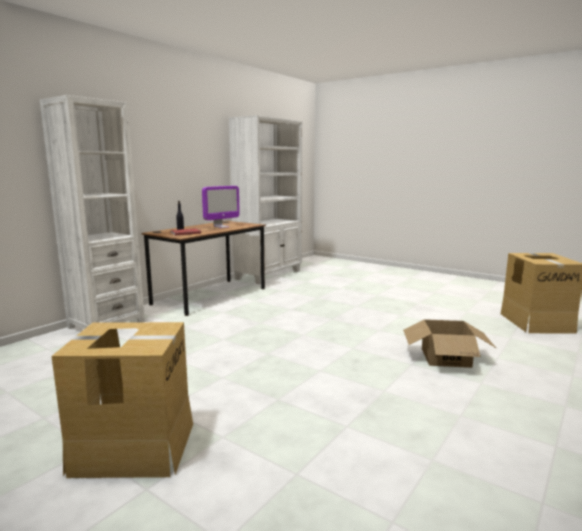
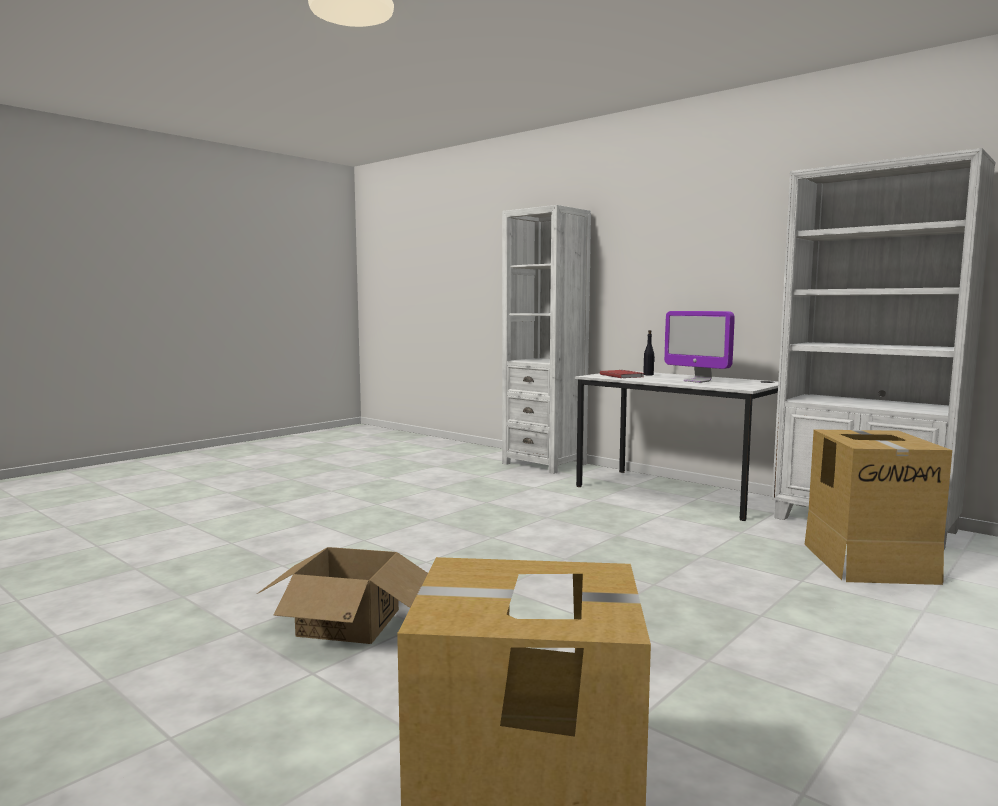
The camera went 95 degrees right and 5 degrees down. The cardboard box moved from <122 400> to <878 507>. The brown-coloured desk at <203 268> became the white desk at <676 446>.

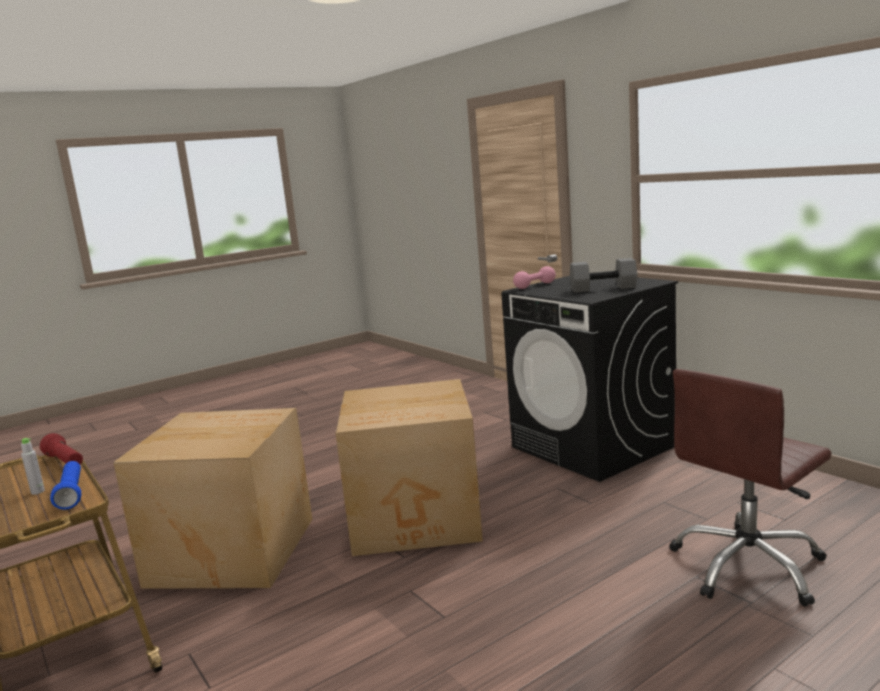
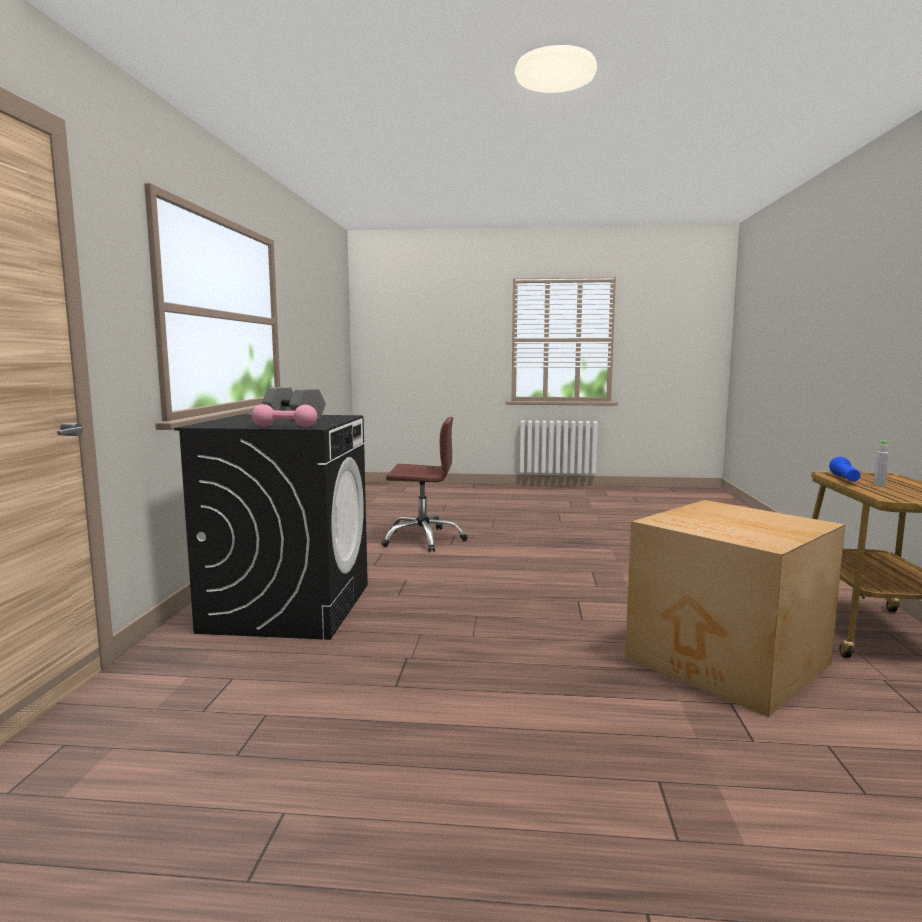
The camera went 140 degrees left and 5 degrees down. The red flashlight at <61 448> disappeared. The cardboard box at <409 467> disappeared.

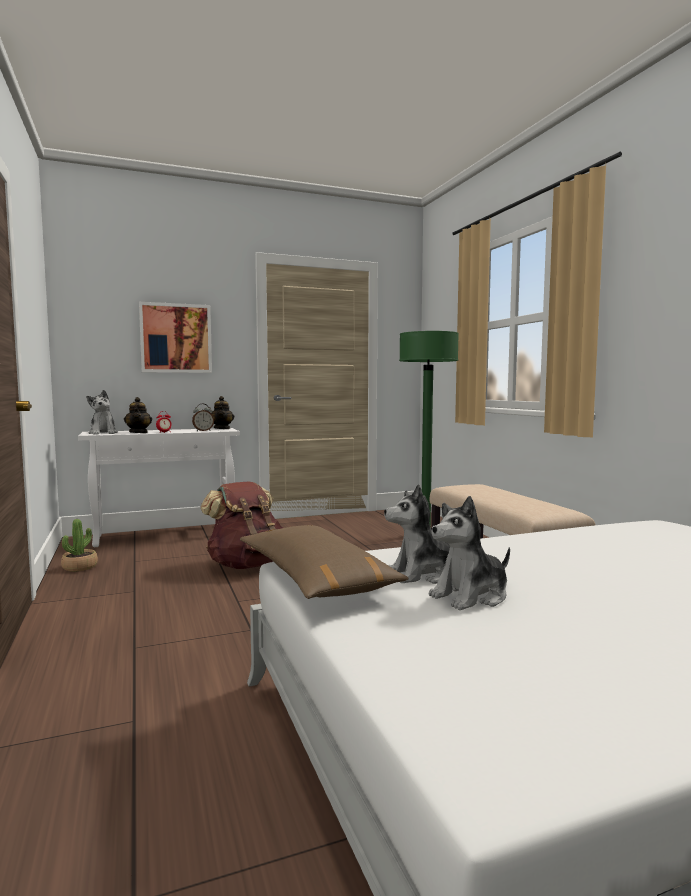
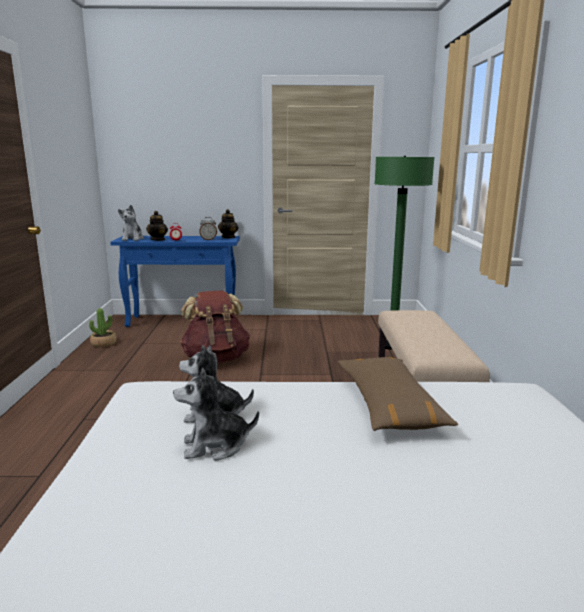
The camera went 20 degrees right and 10 degrees up. The white narrow table at <159 487> became the bluish narrow table at <175 281>. The wall picture at <175 337> disappeared. The brown-coloured throw pillow moved from <324 562> to <398 394>.

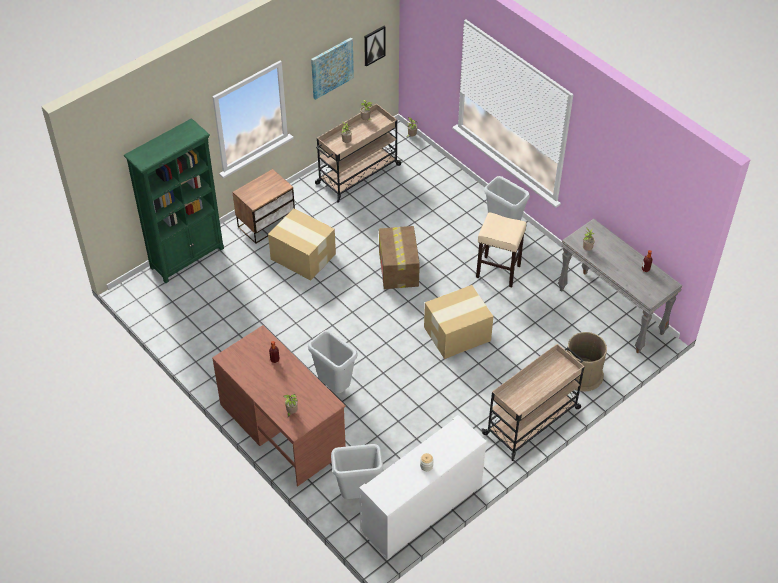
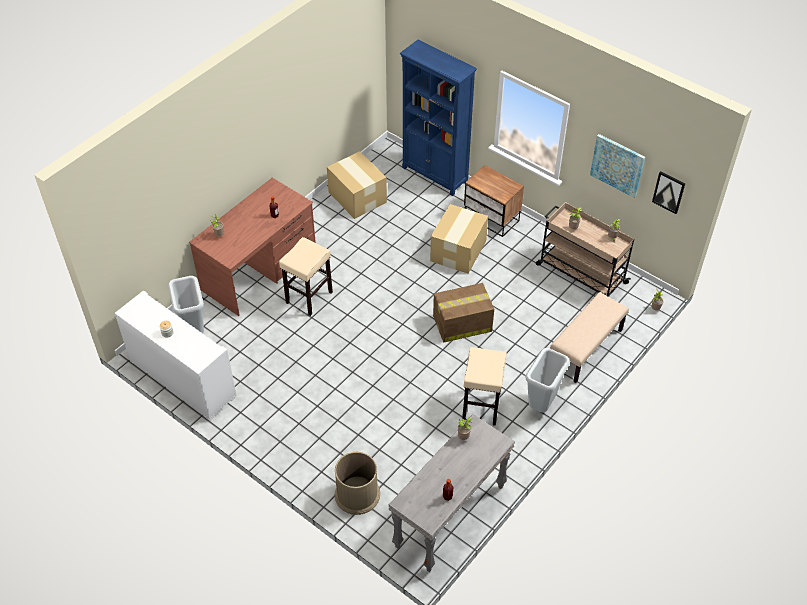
The camera went 80 degrees right and 0 degrees up. The greenish shelving unit at <174 200> became the bluish shelving unit at <438 118>. The gray trash can at <333 361> was replaced by the beige sitting stool at <306 276>. The cardboard box moved from <459 322> to <357 185>. The beige wheeled cart at <533 402> disappeared. The beige long seat at <589 337> appeared.

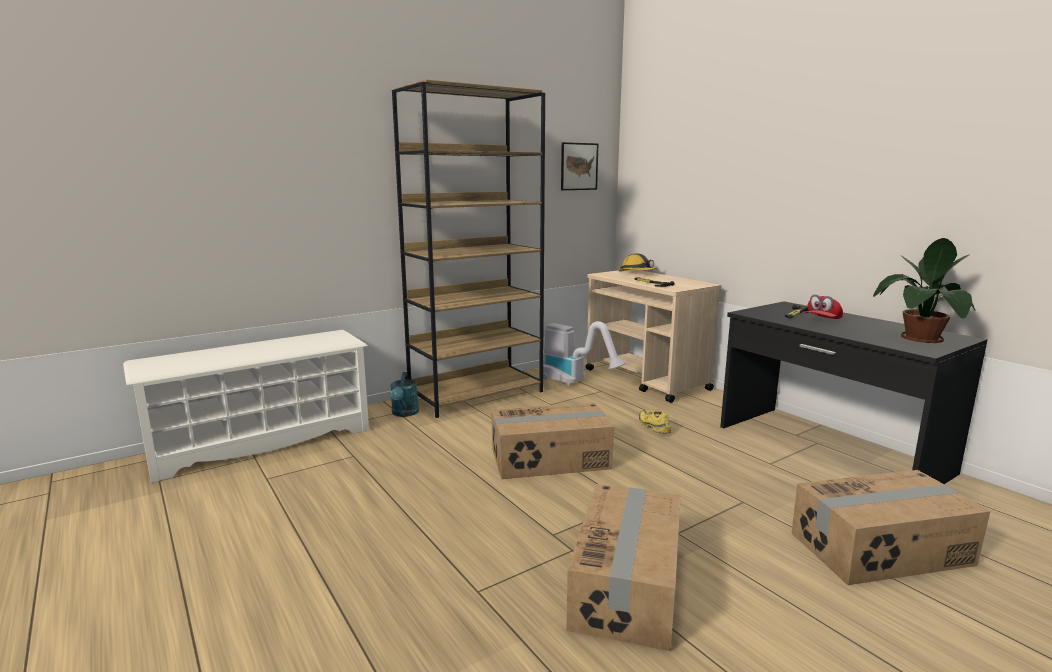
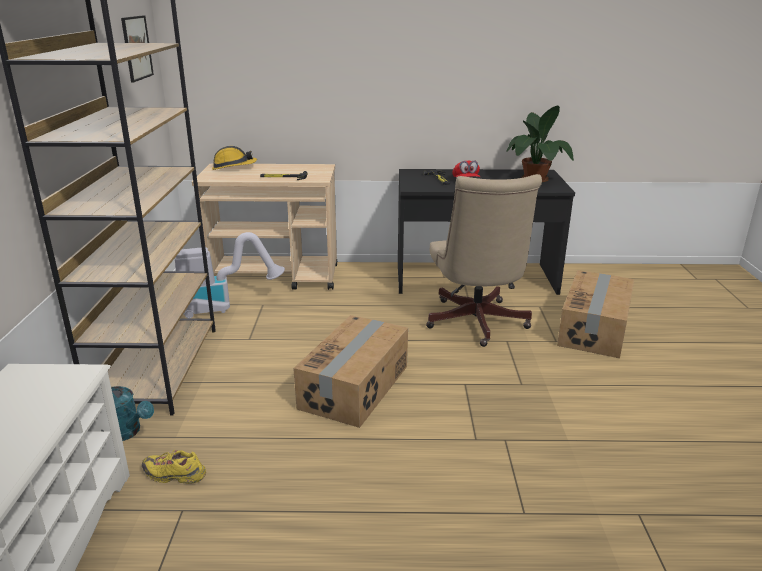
The camera went 55 degrees left and 10 degrees up. The cardboard box at <623 567> disappeared. The yellowish low shoe moved from <655 421> to <174 467>. The beige desk chair at <484 260> appeared.

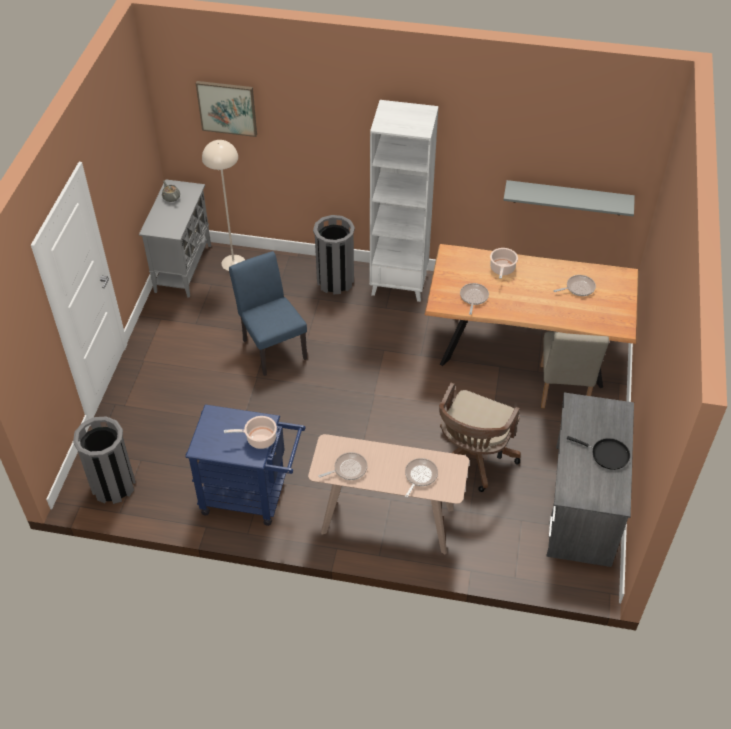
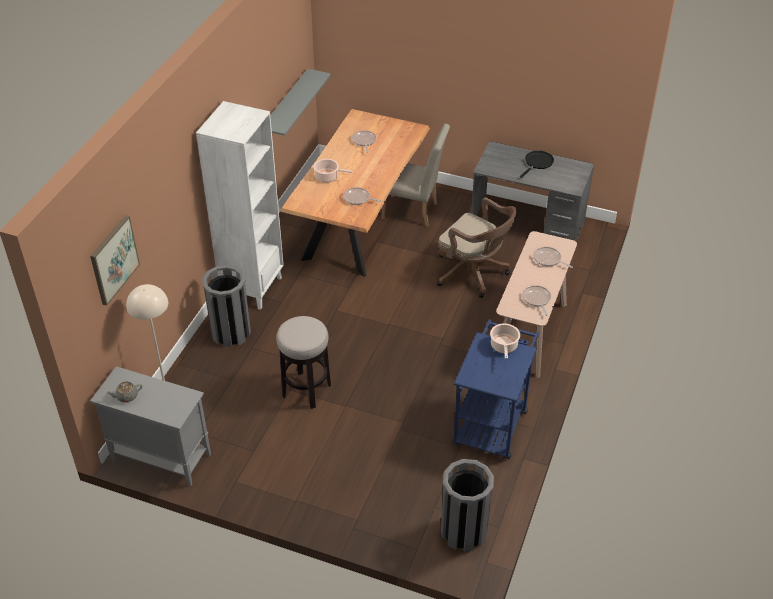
The camera went 80 degrees left and 5 degrees down. The bluish upright chair at <268 313> was replaced by the sitting stool at <303 362>.

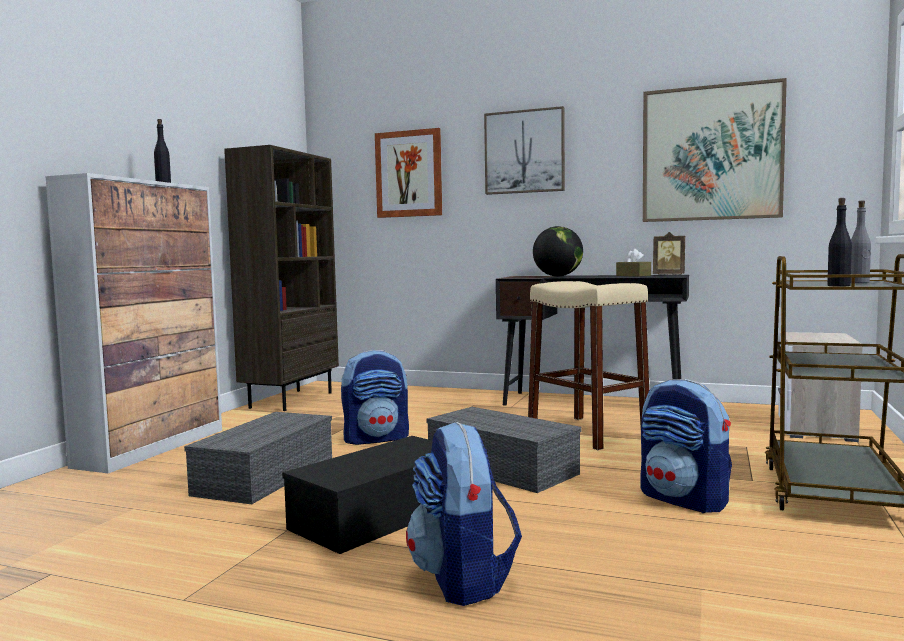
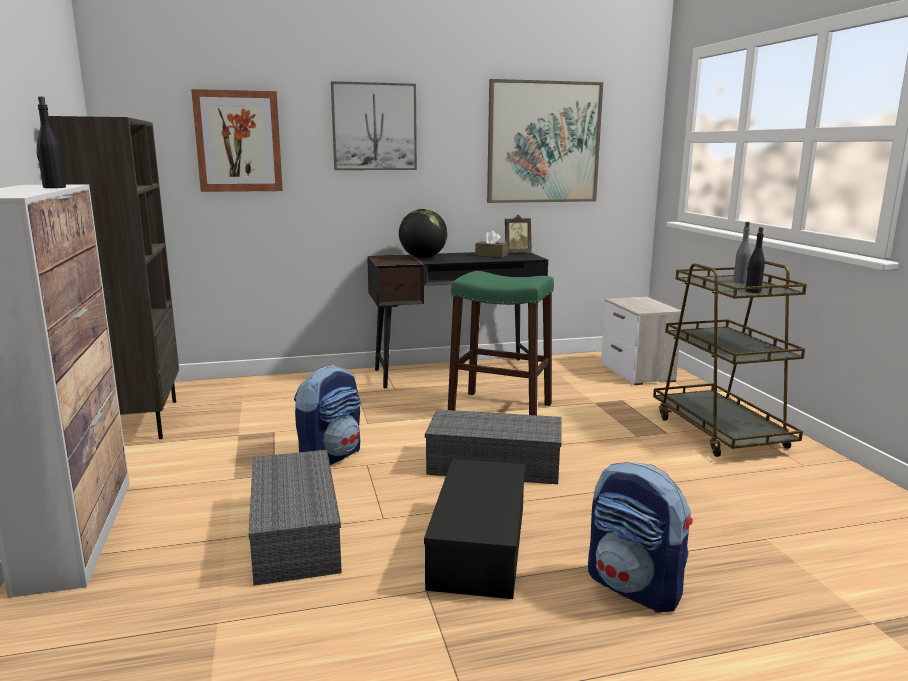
The camera went 35 degrees left and 10 degrees up. The beige sitting stool at <589 365> became the greenish sitting stool at <501 343>. The rucksack at <686 446> disappeared.

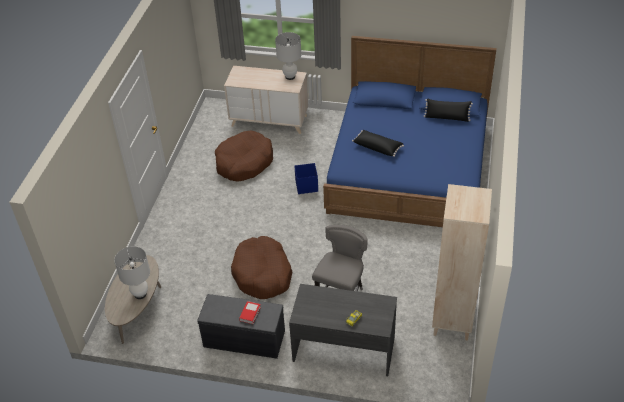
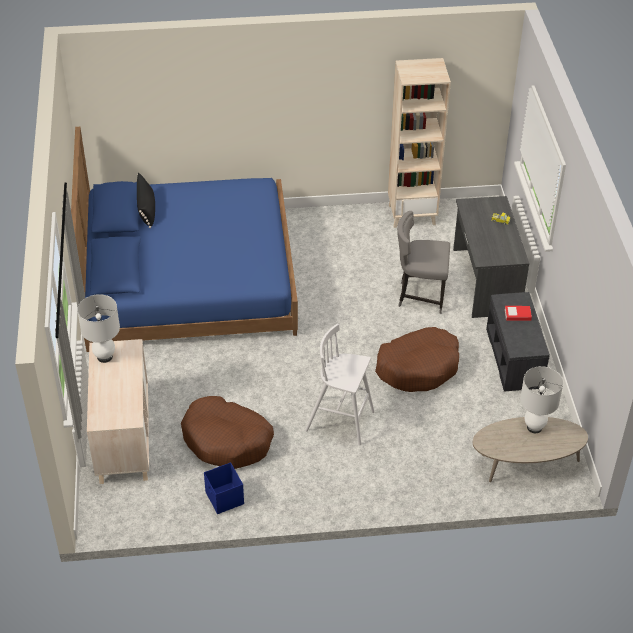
The camera went 110 degrees left and 0 degrees up. The bluish storage container moved from <306 178> to <224 488>. The black-coloured throw pillow at <378 143> disappeared. The white sitting stool at <340 384> appeared.

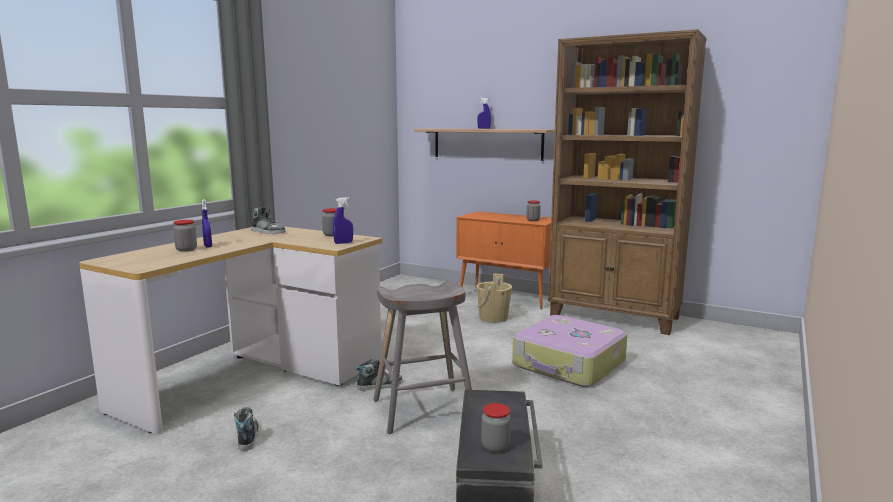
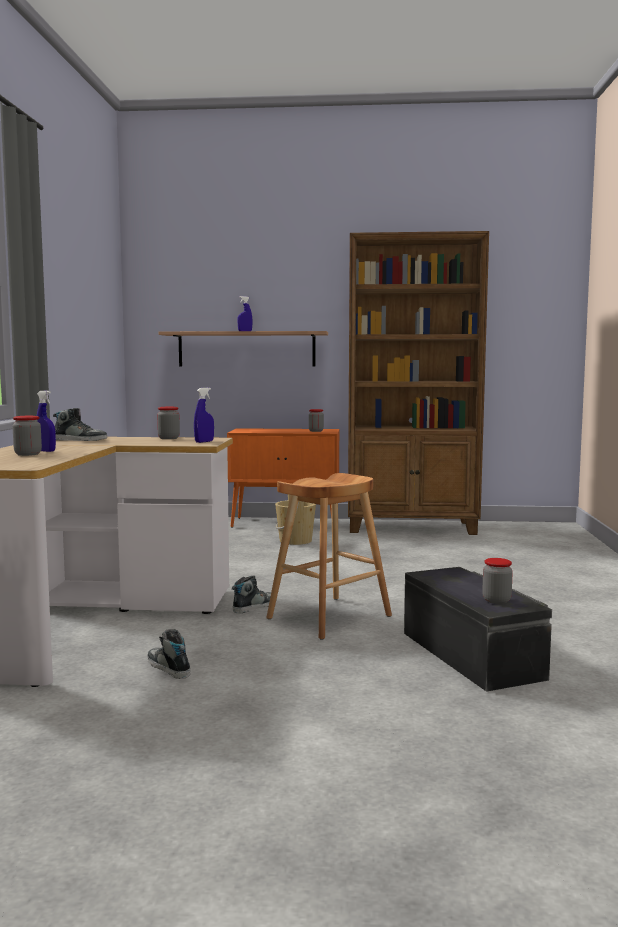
The camera went 25 degrees left and 5 degrees down. The gray sitting stool at <422 357> became the brown-coloured sitting stool at <329 556>. The piece of luggage at <569 351> disappeared.

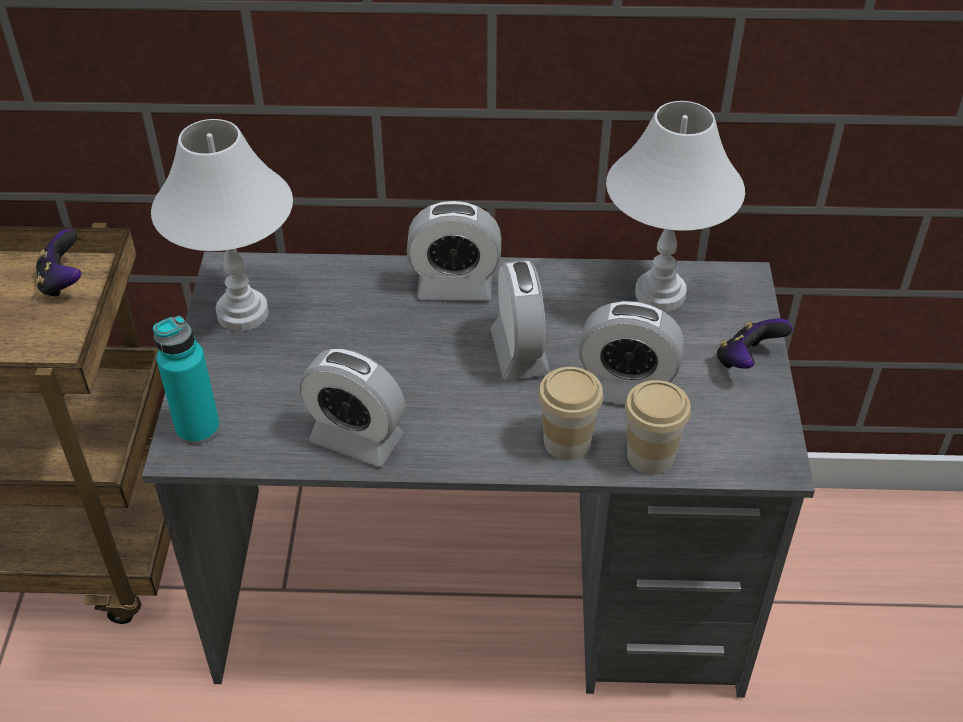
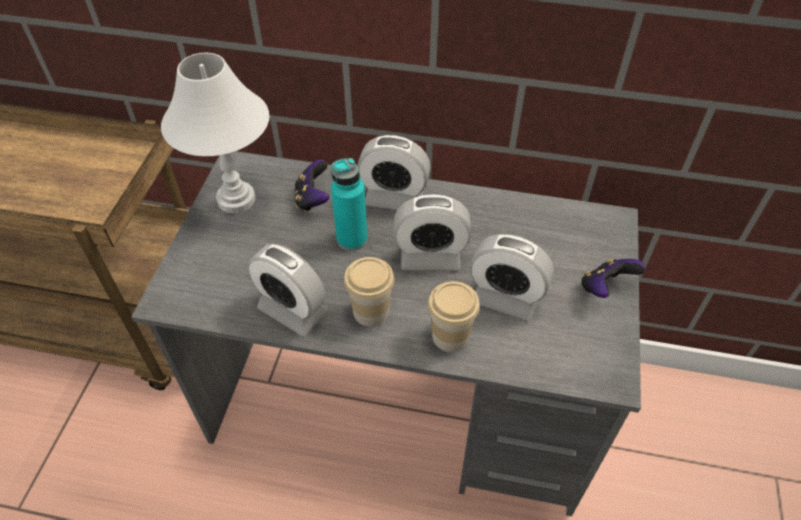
The camera went 10 degrees right and 5 degrees up. The game controller moved from <58 264> to <312 186>. The blue-green bottle moved from <186 380> to <349 204>. The alarm clock at <520 320> turned 90 degrees clockwise. The white table lamp at <675 206> disappeared. The small cup moved from <658 427> to <369 292>.

